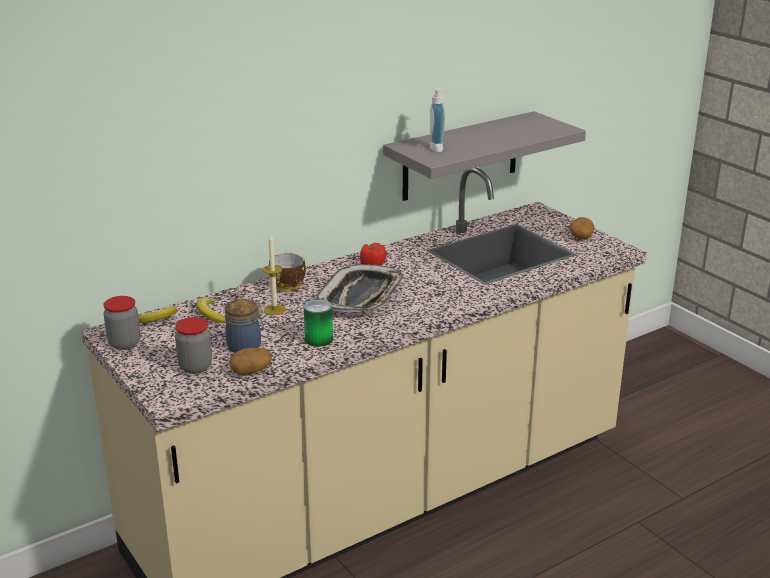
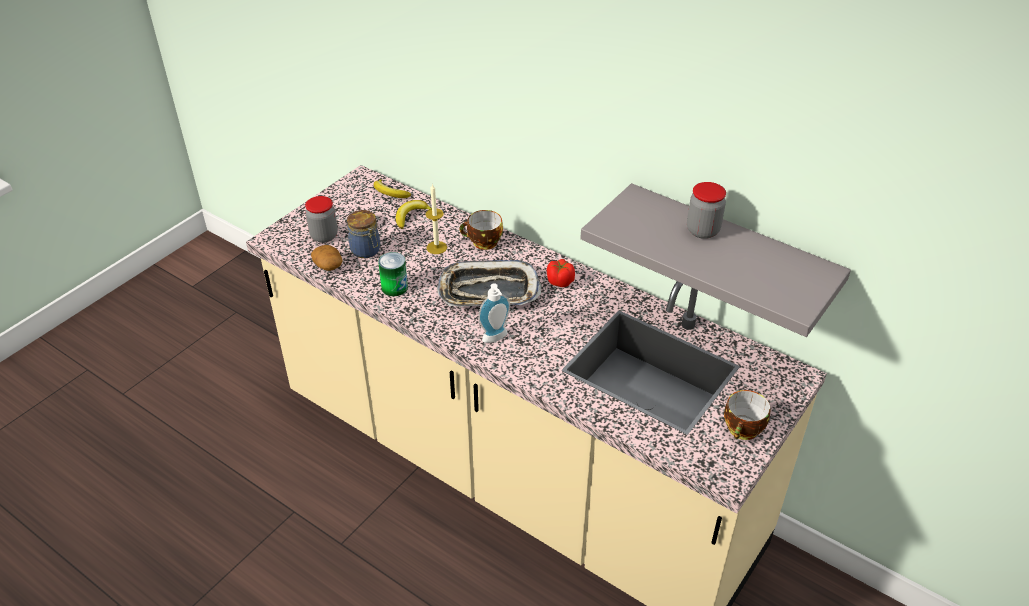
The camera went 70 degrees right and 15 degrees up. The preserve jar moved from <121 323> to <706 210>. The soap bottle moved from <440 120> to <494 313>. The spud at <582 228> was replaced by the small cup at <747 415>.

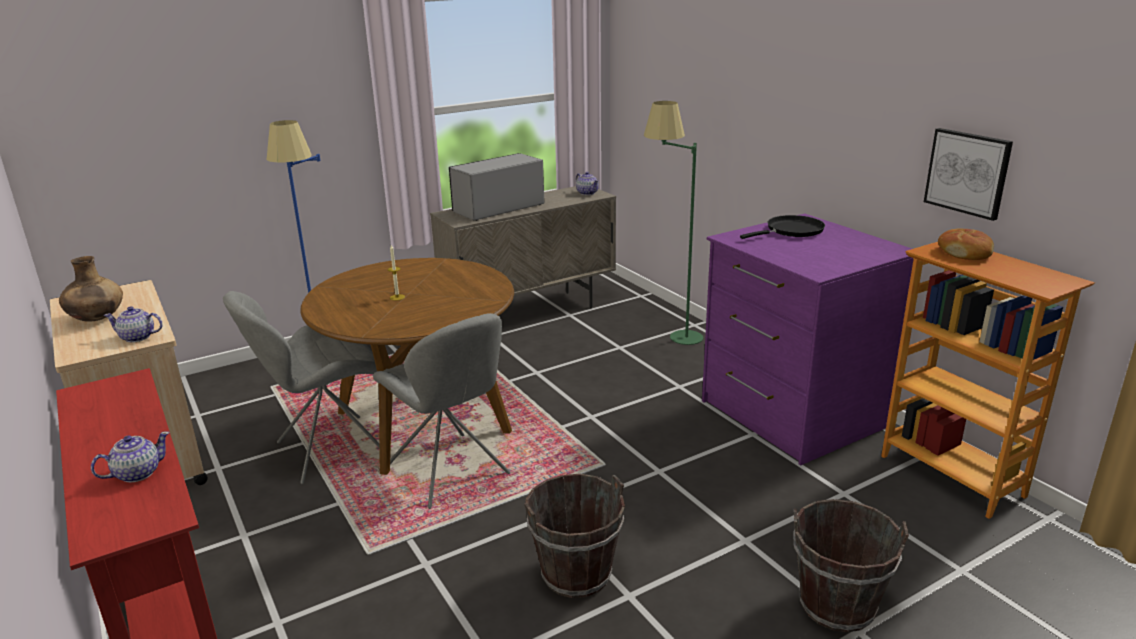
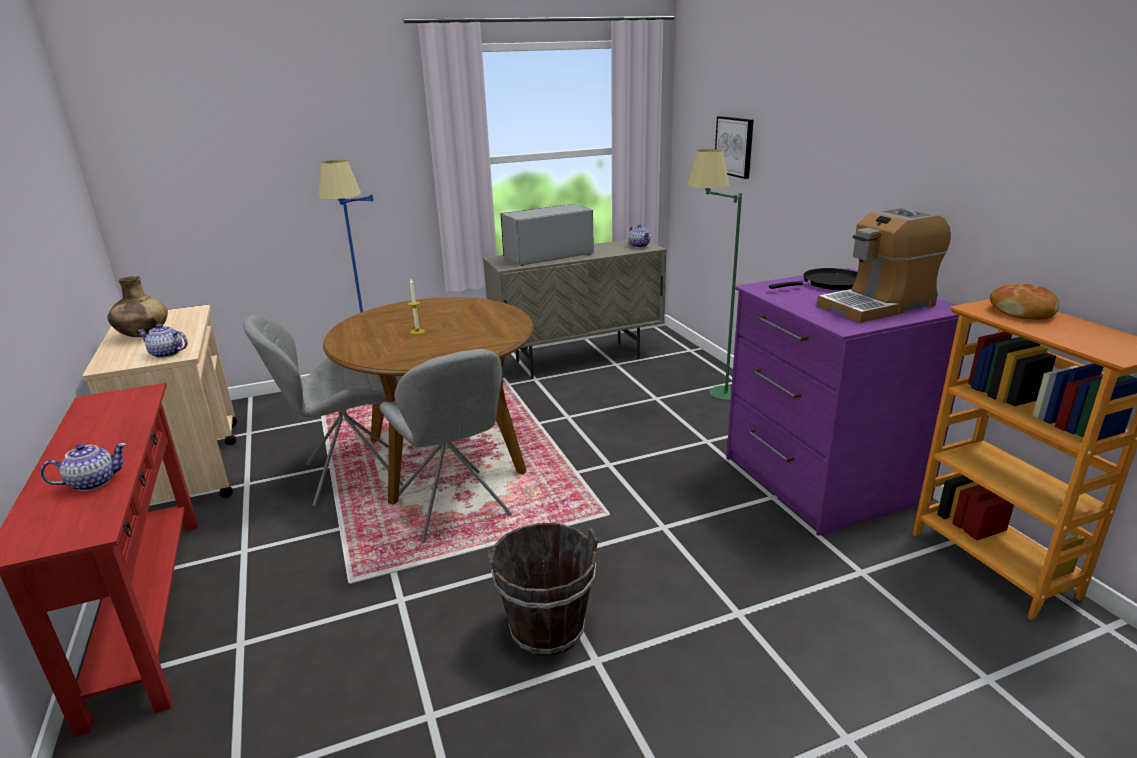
The camera went 10 degrees right and 0 degrees up. The brown-coloured bucket at <851 565> disappeared. The wall picture moved from <968 174> to <734 147>. The coffee machine at <884 265> appeared.

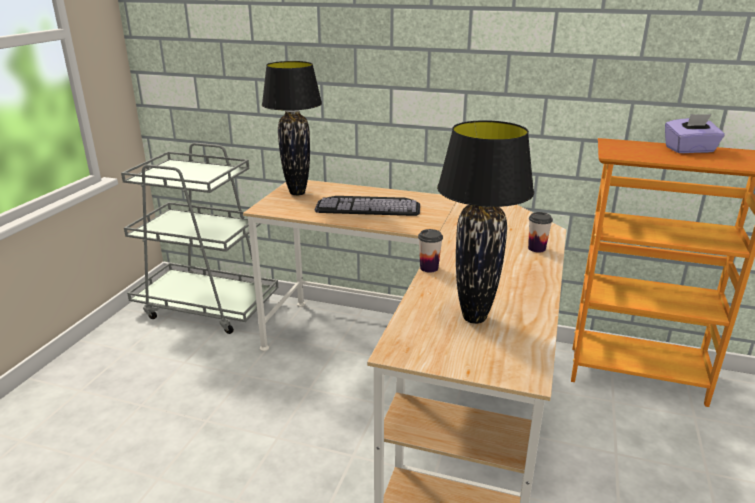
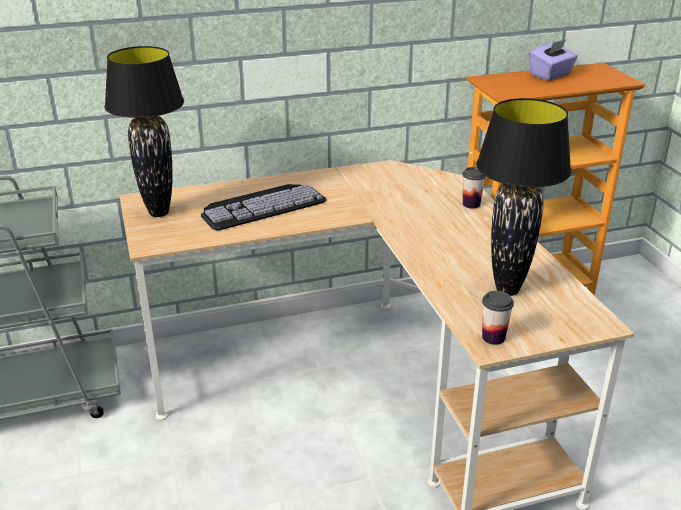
The camera went 35 degrees left and 5 degrees up. The small cup moved from <430 250> to <498 318>.

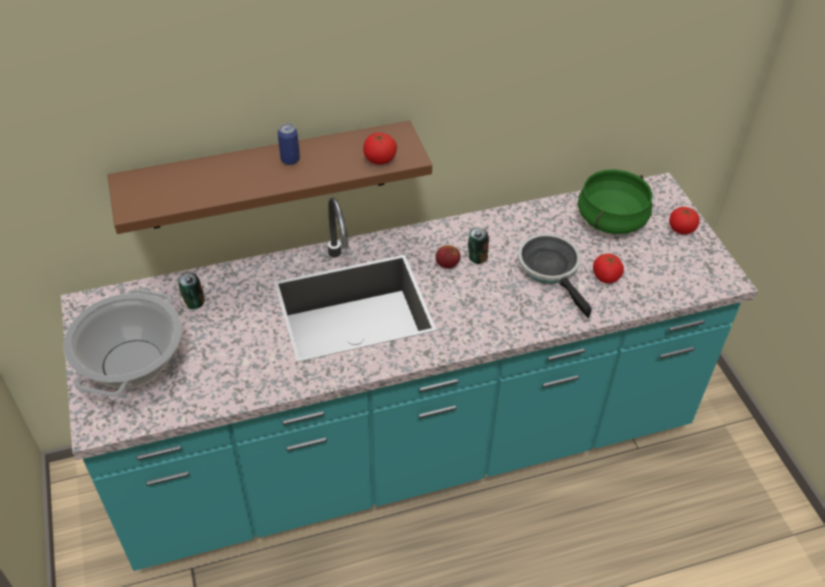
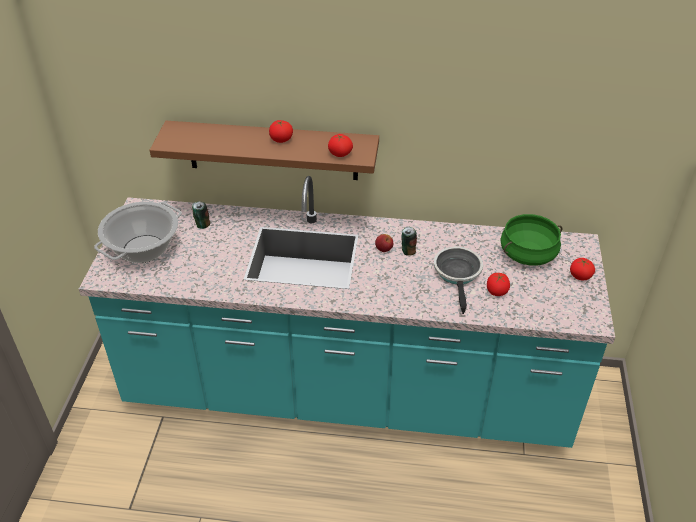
The camera went 25 degrees right and 5 degrees down. The metal can at <289 144> was replaced by the tomato at <281 131>.

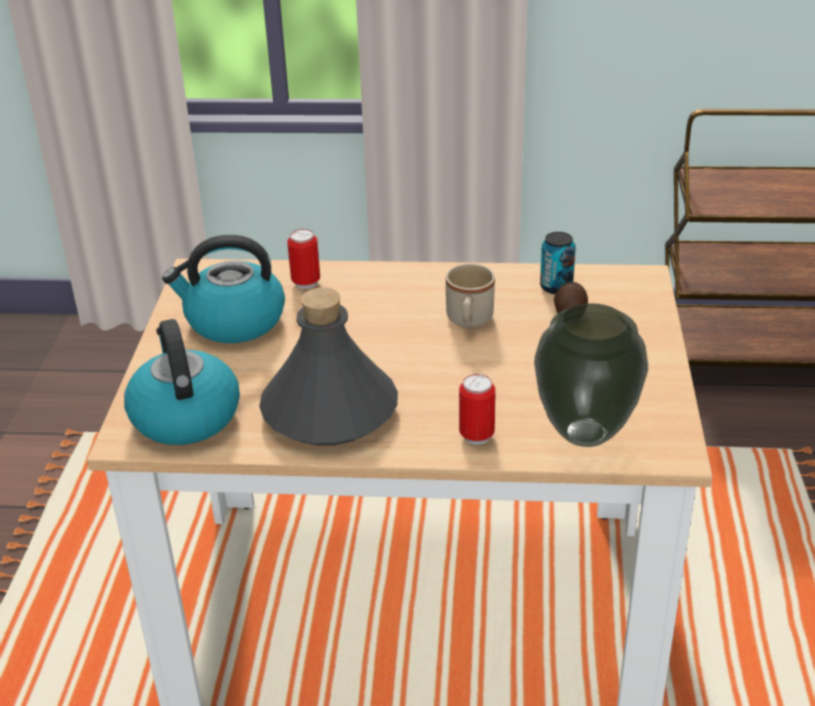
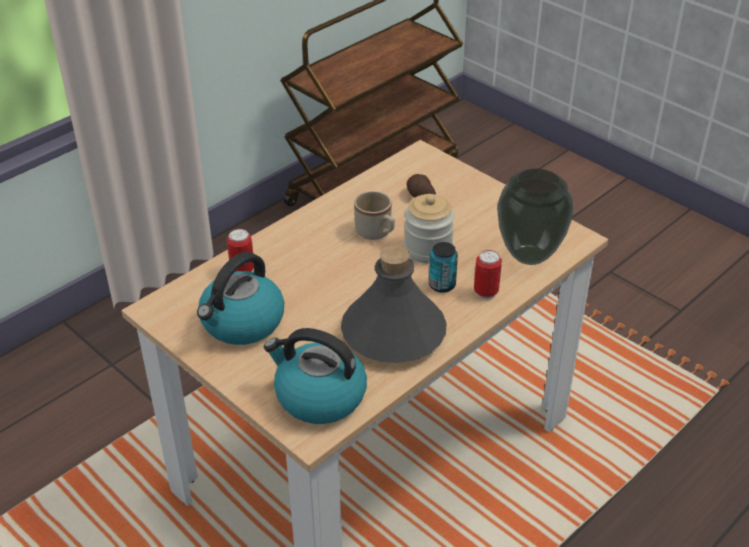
The camera went 50 degrees left and 5 degrees up. The metal can moved from <558 263> to <443 267>. The preserve jar at <429 228> appeared.

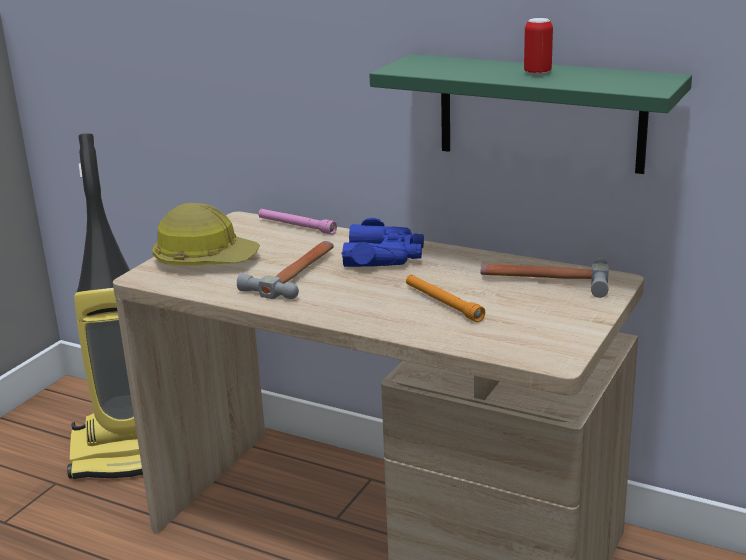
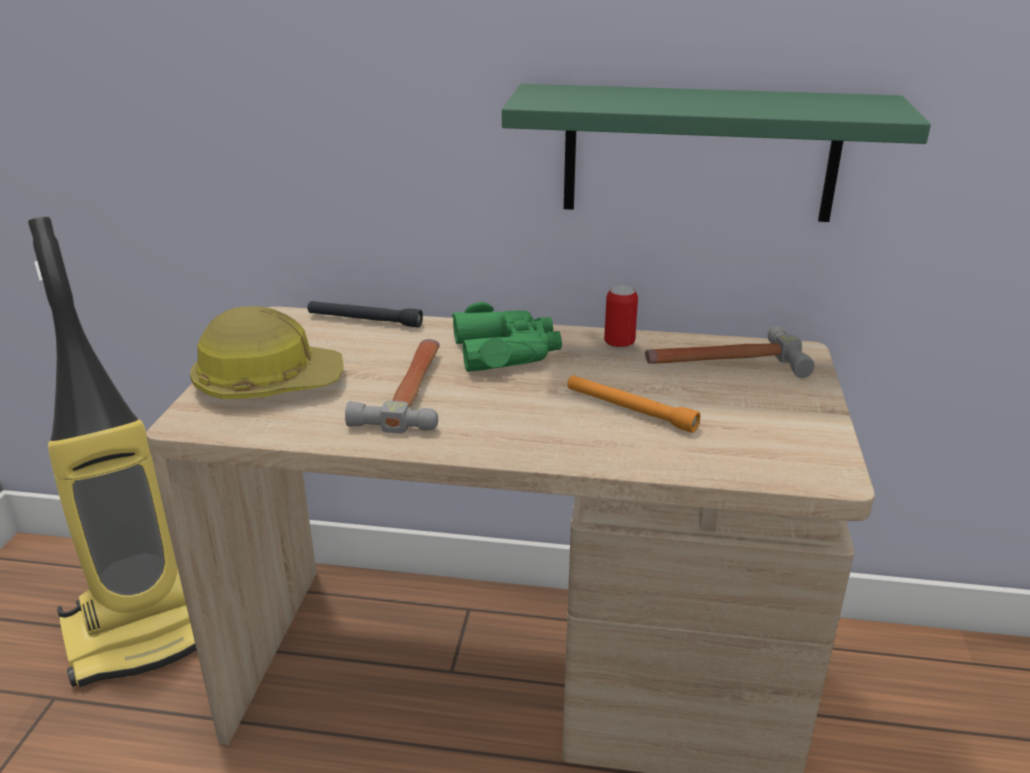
The camera went 20 degrees left and 5 degrees up. The pinkish flashlight at <297 222> became the black-coloured flashlight at <365 314>. The bluish binoculars at <382 242> became the greenish binoculars at <507 337>. The metal can moved from <538 47> to <621 317>.

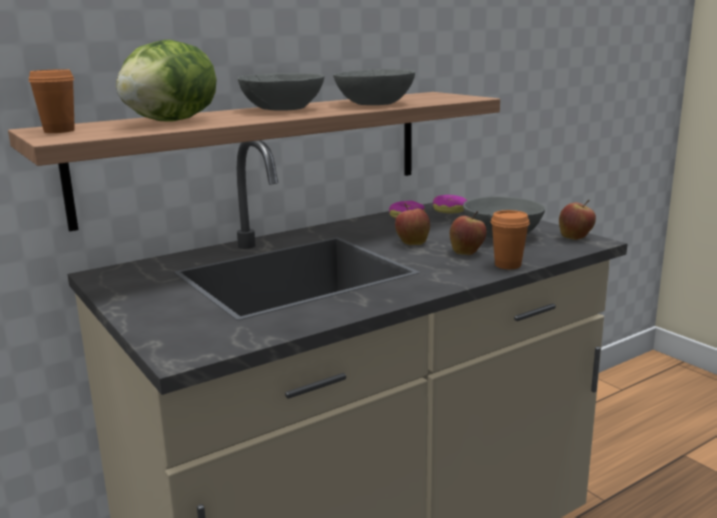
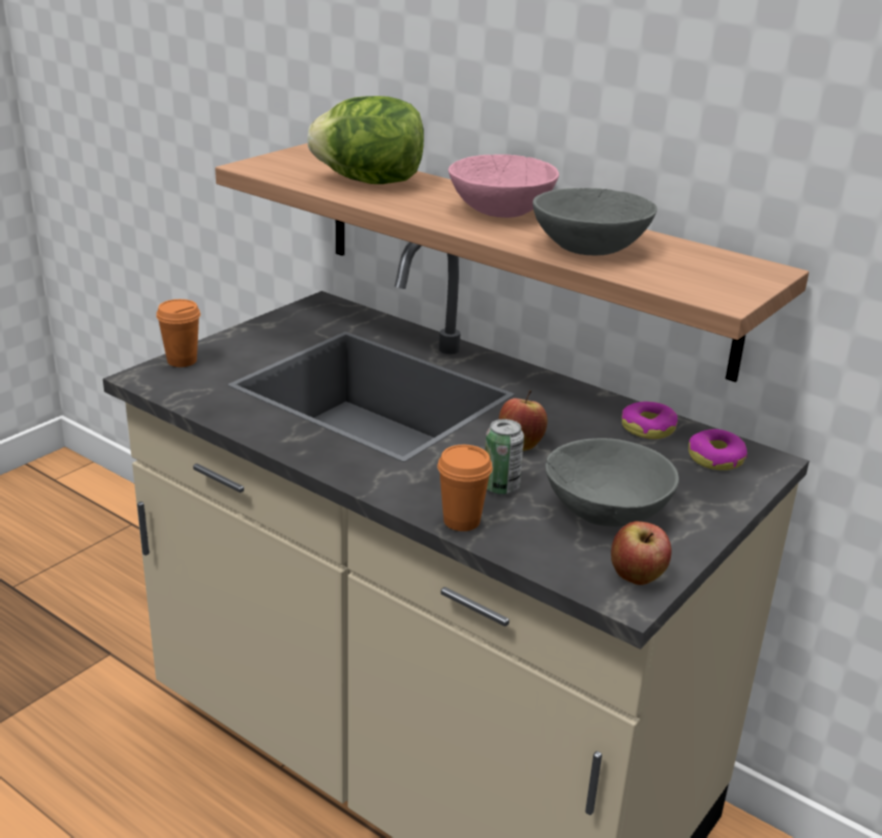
The camera went 70 degrees right and 10 degrees up. The orange small cup moved from <51 101> to <178 333>. The gray bowl at <281 92> became the pinkish bowl at <503 186>. The apple fruit at <468 233> was replaced by the metal can at <504 457>.

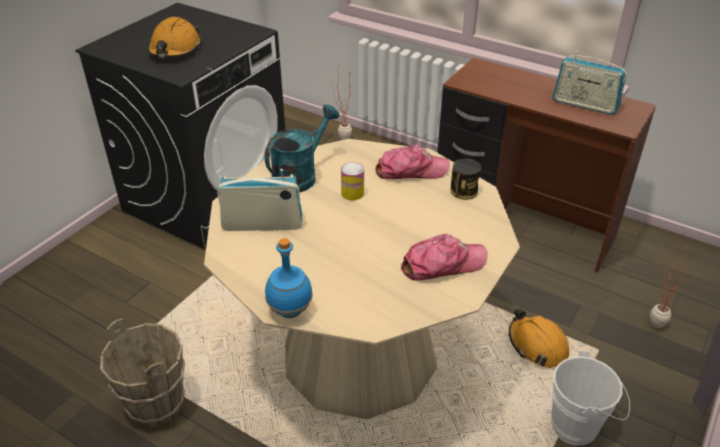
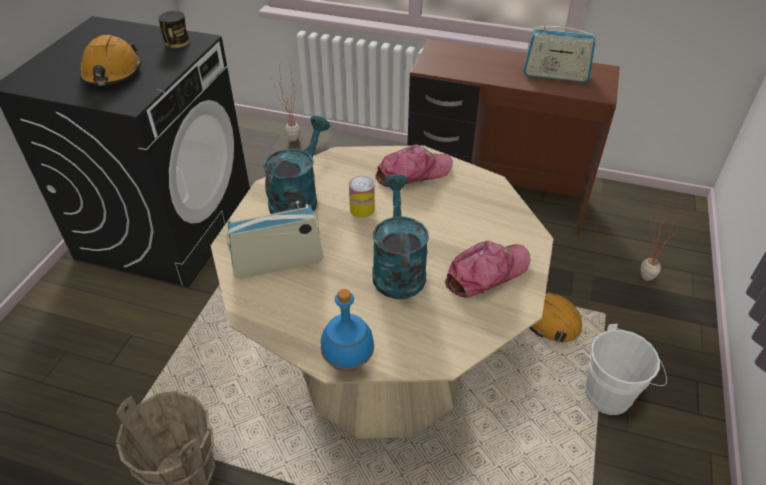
The camera went 15 degrees left and 5 degrees up. The metal can moved from <465 179> to <174 29>. The blue-green sprinkling can at <401 236> appeared.

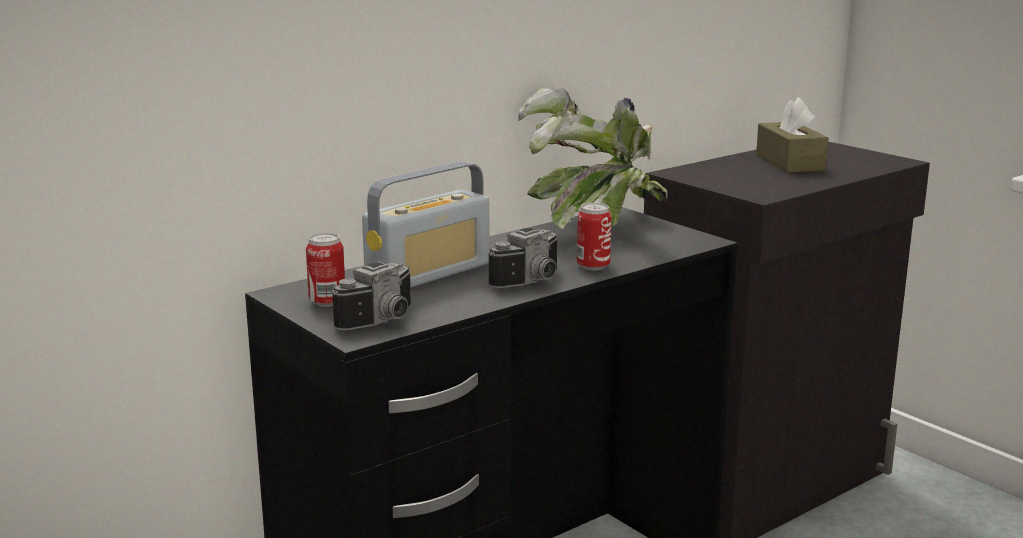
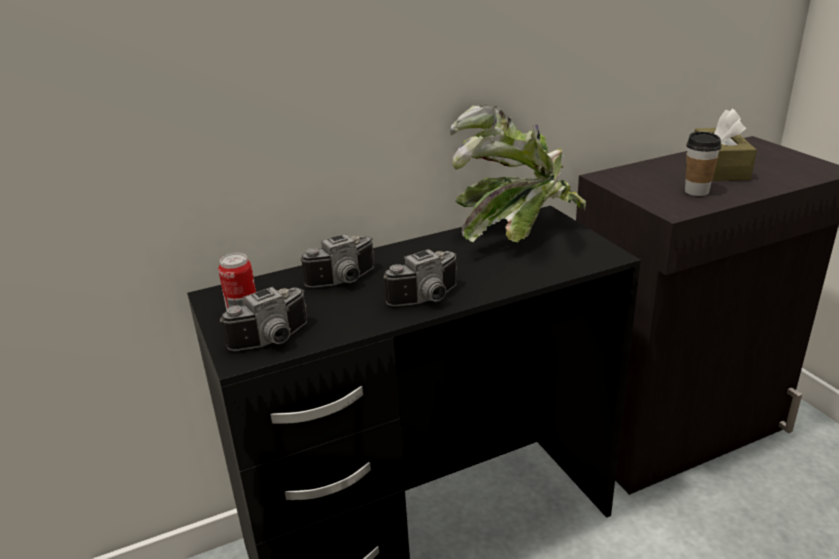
The camera went 15 degrees right and 10 degrees up. The radio at <426 224> was replaced by the photo camera at <337 261>. The metal can at <594 236> disappeared. The small cup at <703 163> appeared.

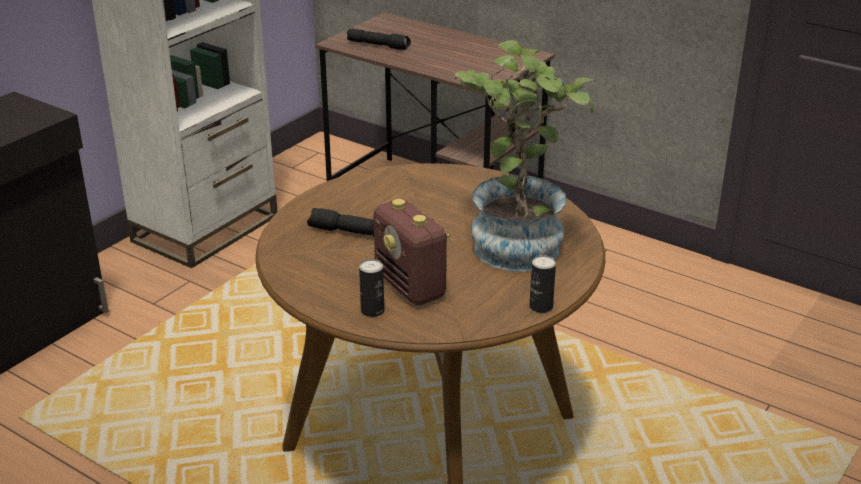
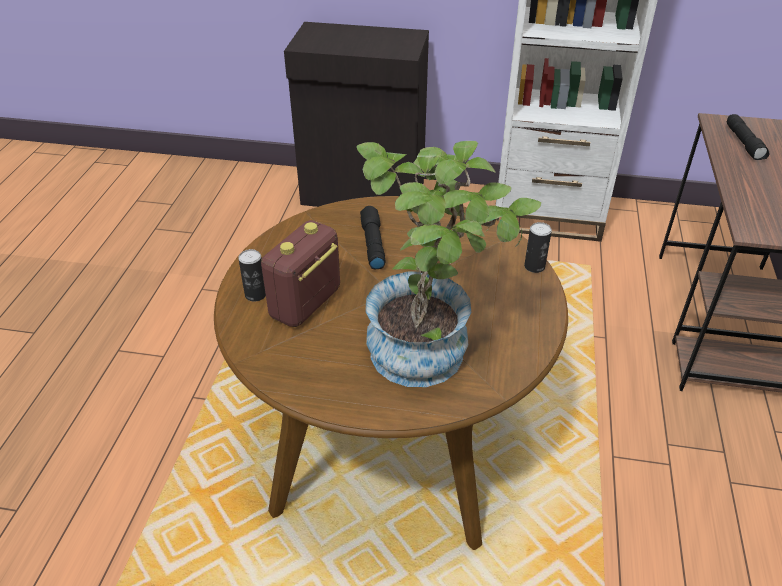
The camera went 65 degrees right and 10 degrees up. The metal can moved from <542 284> to <538 247>.

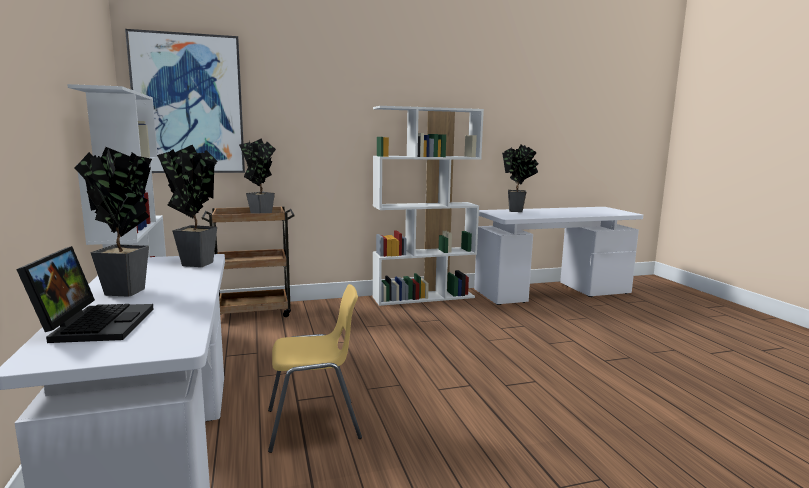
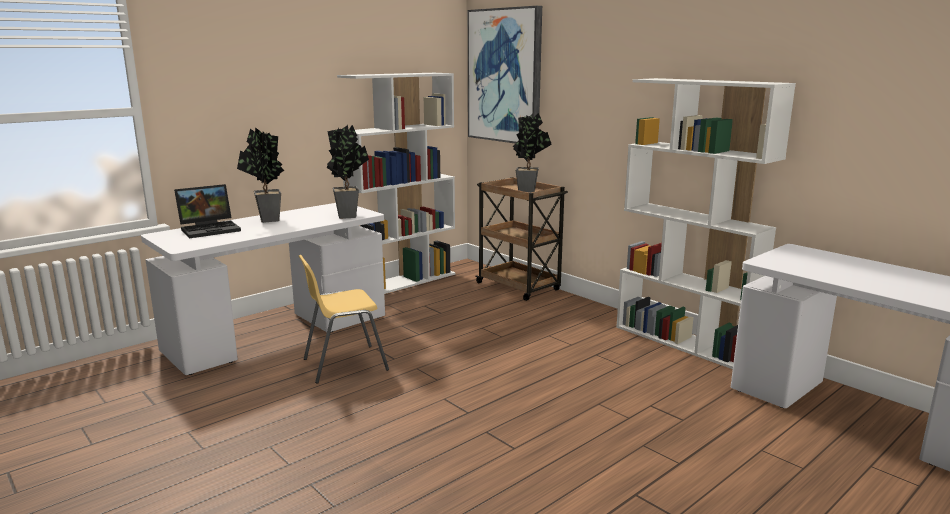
The camera went 65 degrees right and 5 degrees up. The yellowish upright chair at <315 368> turned 105 degrees clockwise. The potted plant at <520 178> disappeared.

